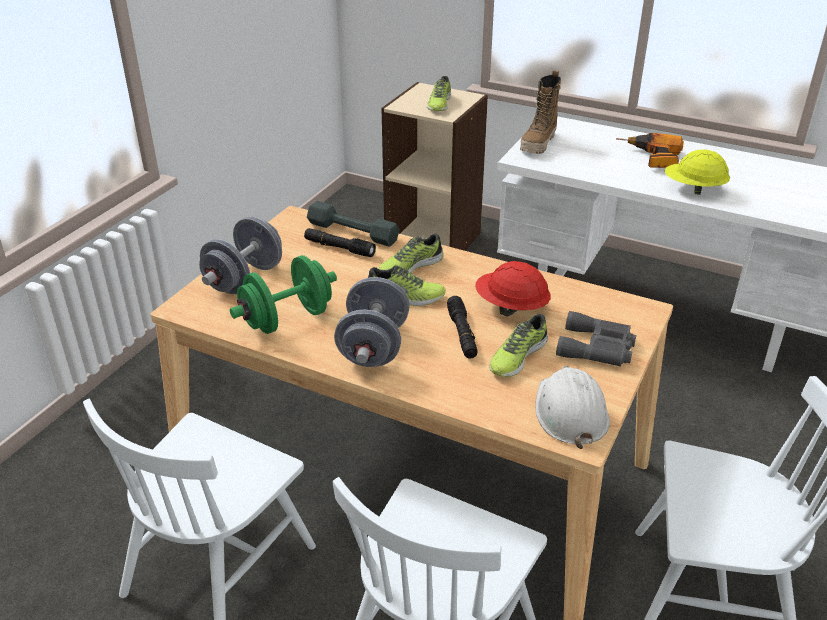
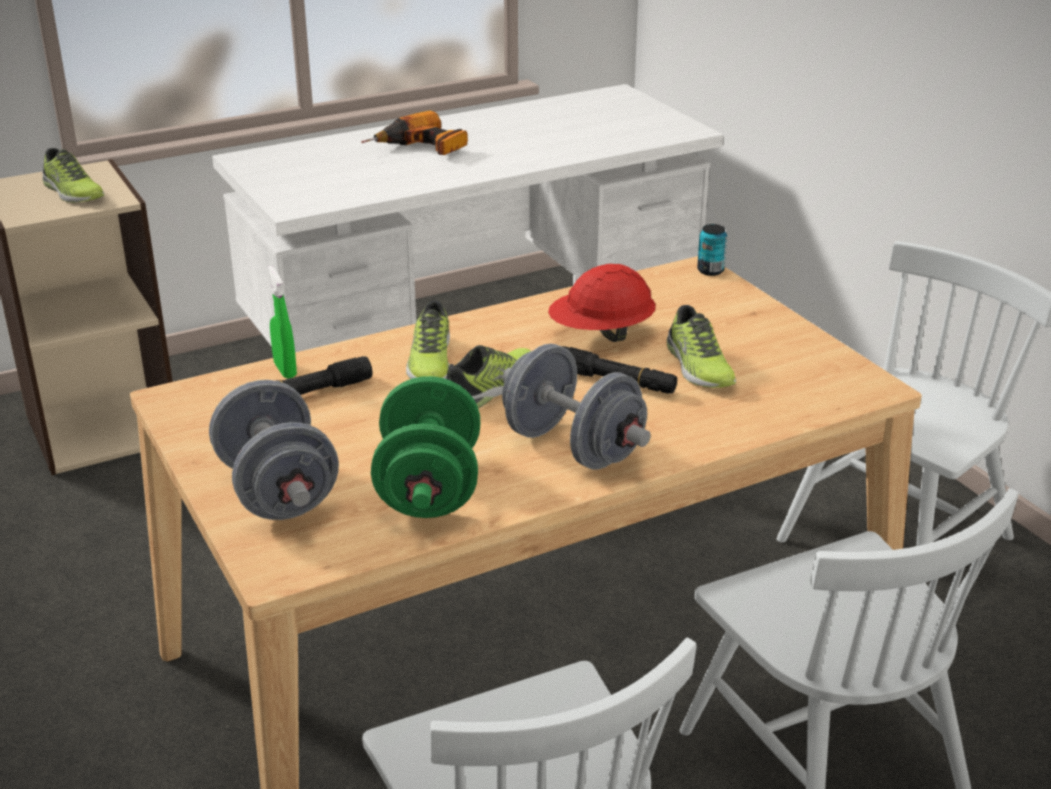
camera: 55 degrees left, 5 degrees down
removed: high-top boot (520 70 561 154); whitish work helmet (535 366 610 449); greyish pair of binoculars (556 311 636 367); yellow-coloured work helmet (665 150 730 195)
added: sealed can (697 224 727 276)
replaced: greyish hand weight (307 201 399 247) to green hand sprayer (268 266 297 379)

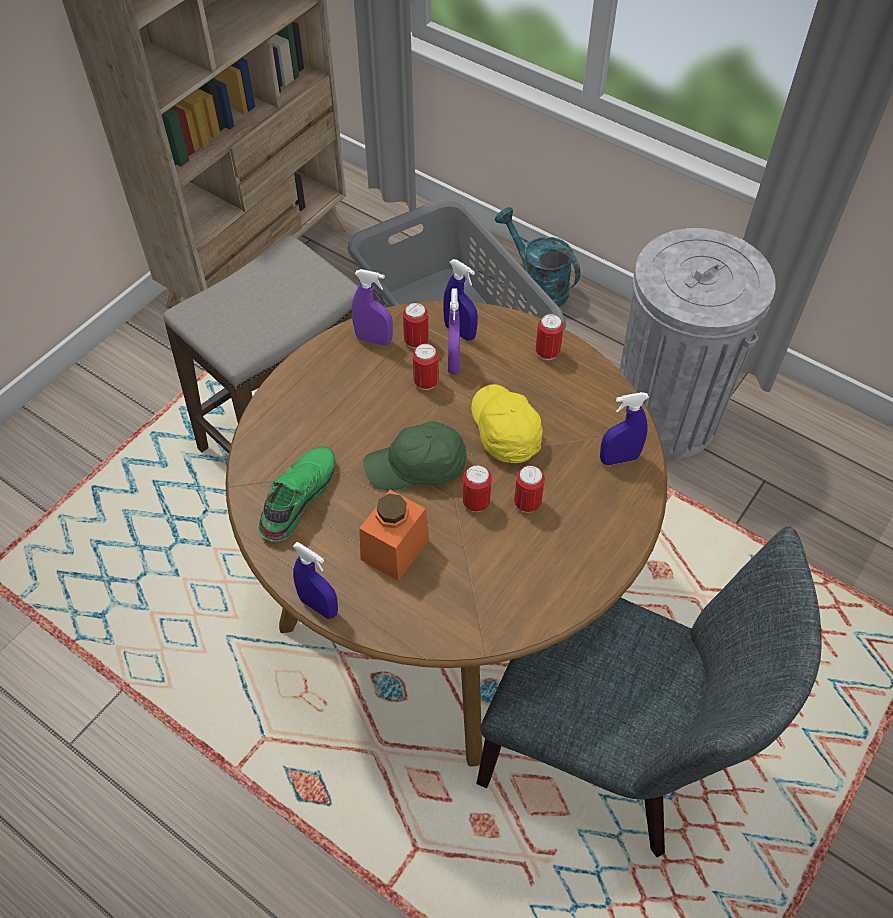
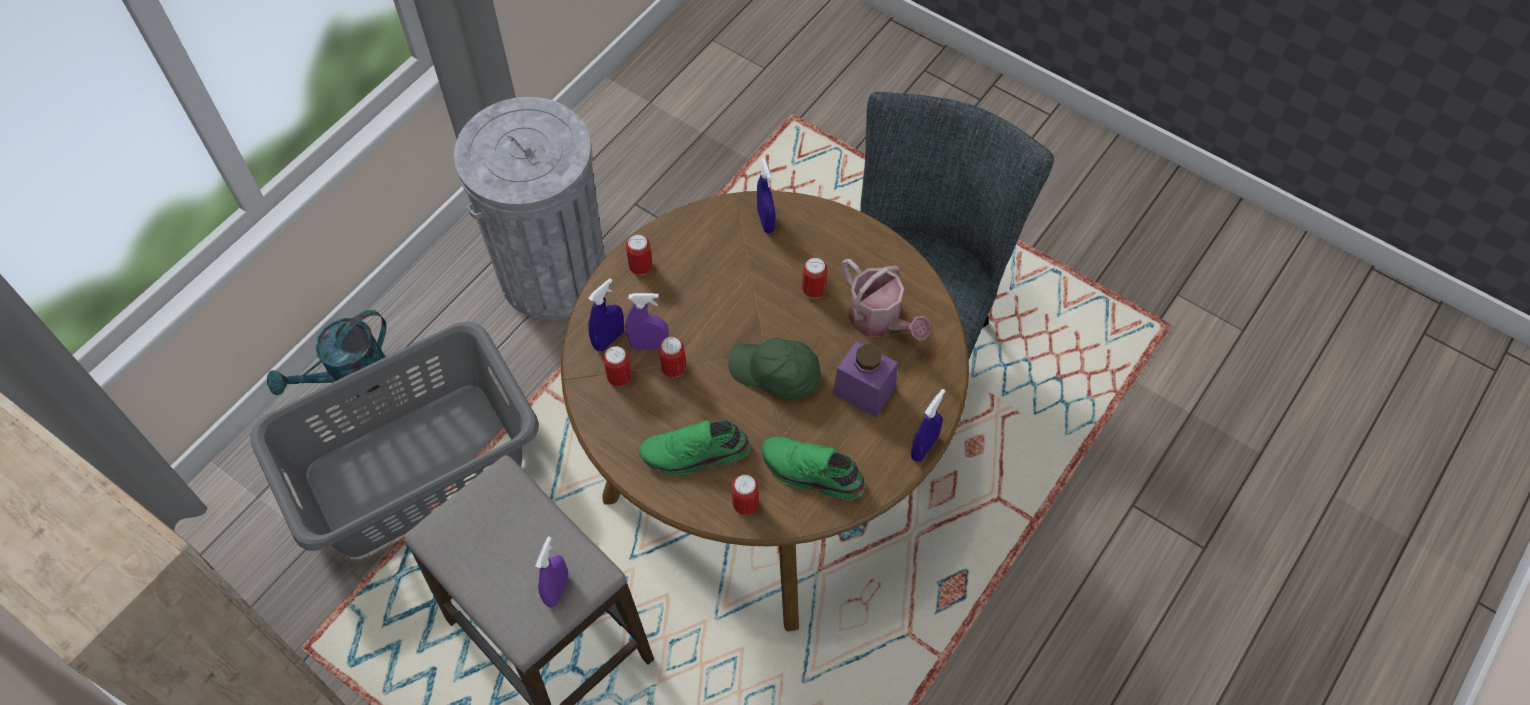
camera: 90 degrees left, 5 degrees up
removed: yellow-coloured baseball cap (471 384 543 463)
added: green shoe (639 420 751 476); sprinkling can (842 259 931 341)
moved: purple hand sprayer (352 269 393 345) to (535 537 568 608); sealed can (463 465 492 512) to (732 474 759 515)
recoloured: orange jar (359 490 429 581) to purple jar (833 341 898 417)
turned: green baseball cap (364 421 467 491) = (728 337 821 400) 120 degrees clockwise

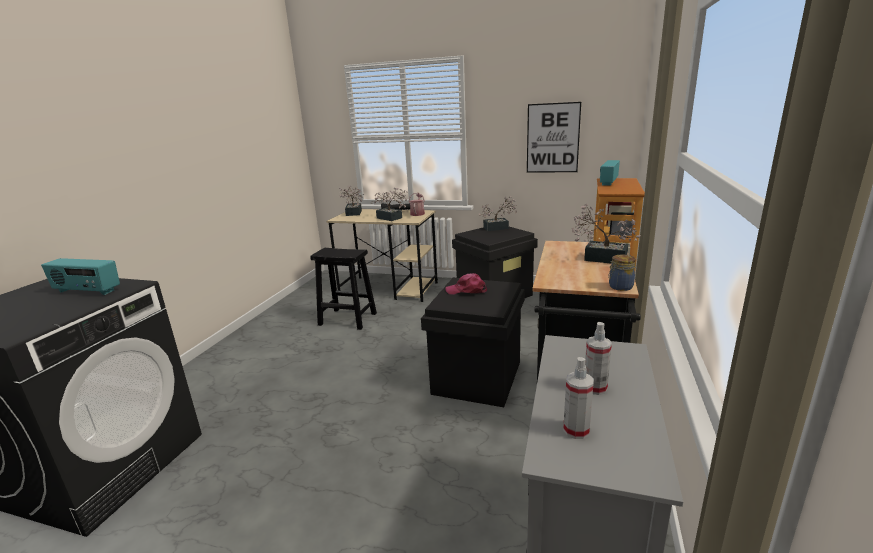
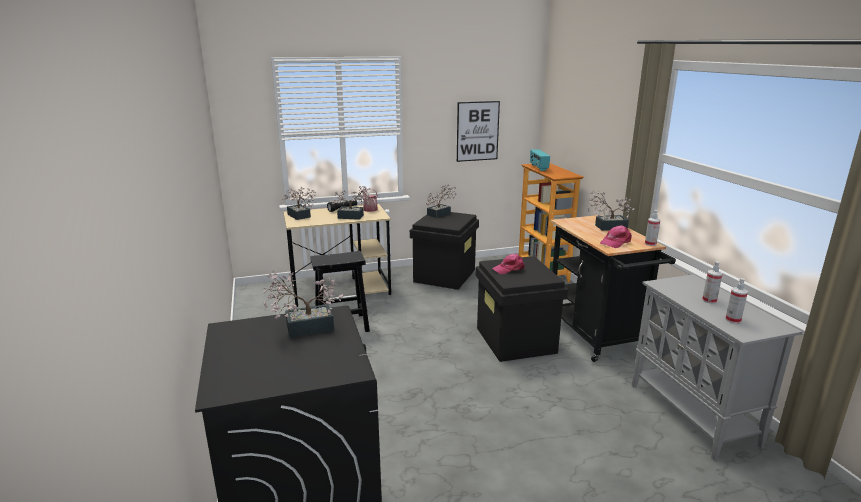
camera: 35 degrees left, 0 degrees up
added: pink baseball cap (600 225 632 248)
replaced: radio receiver (41 258 120 295) to houseplant (263 270 343 338); jar (608 255 636 291) to hand sprayer (645 210 660 246)

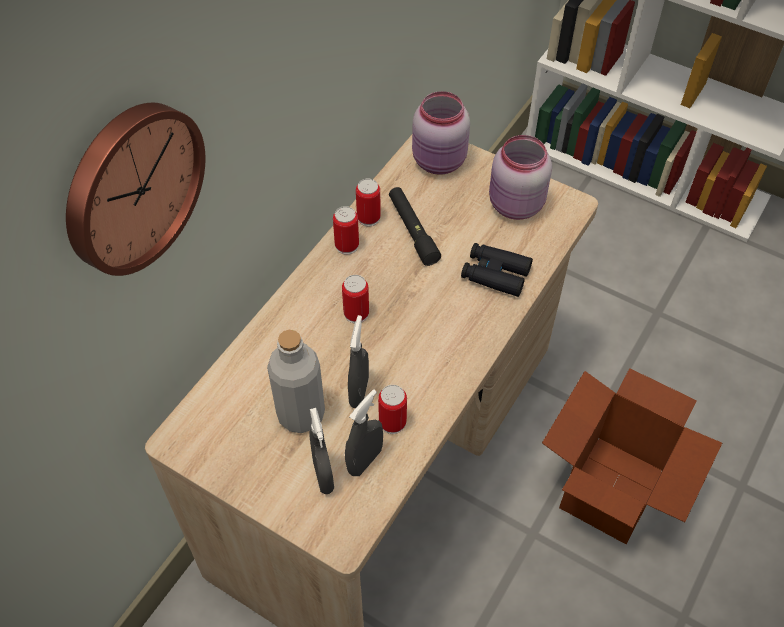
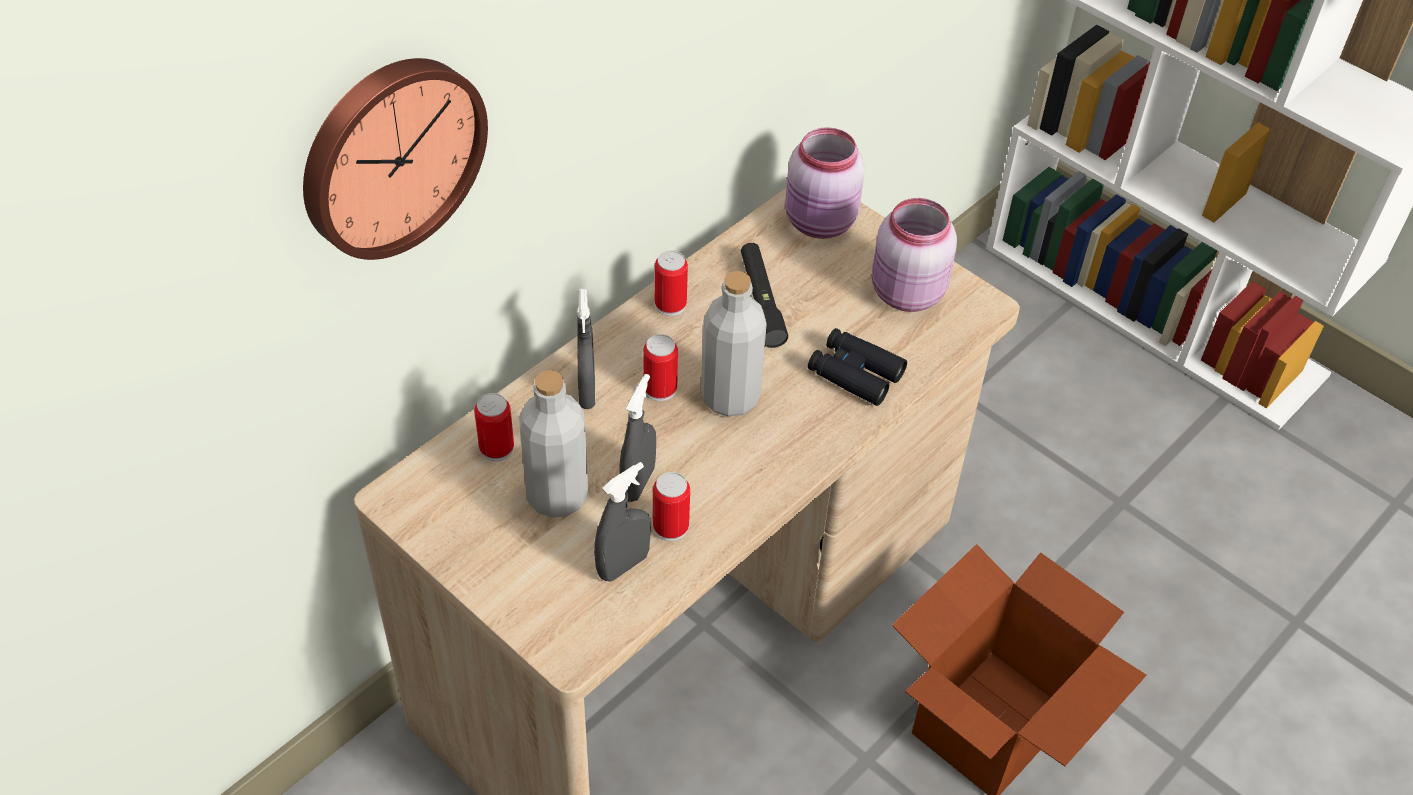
camera: 10 degrees right, 5 degrees down
added: greyish drink bottle (701 271 767 417)
moved: greyish hand sprayer (309 408 334 494) to (577 289 595 409); sealed can (356 178 381 226) to (474 393 514 461)

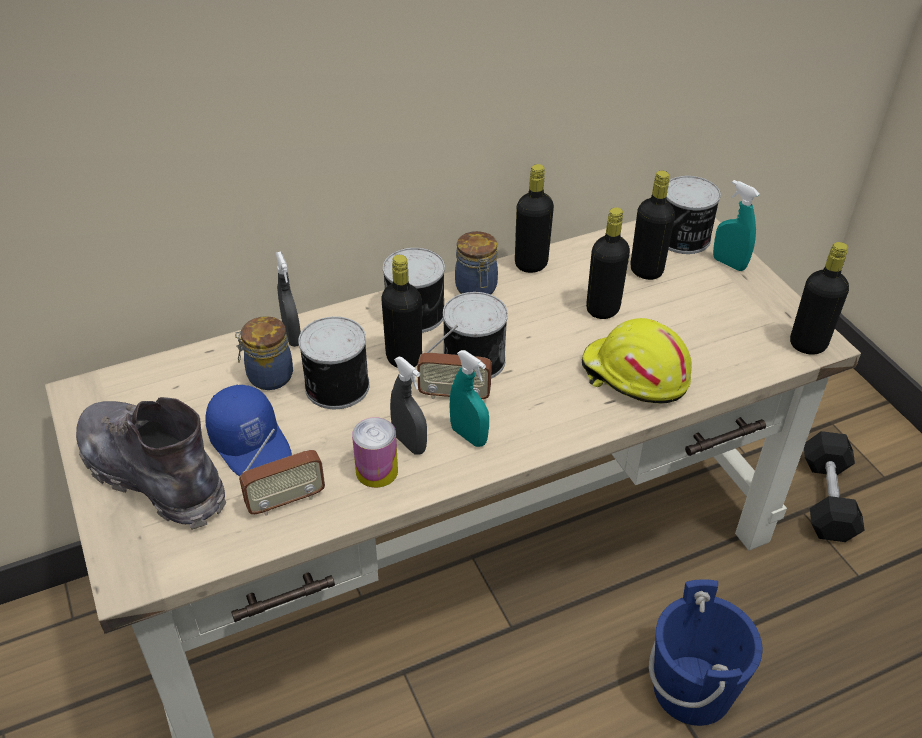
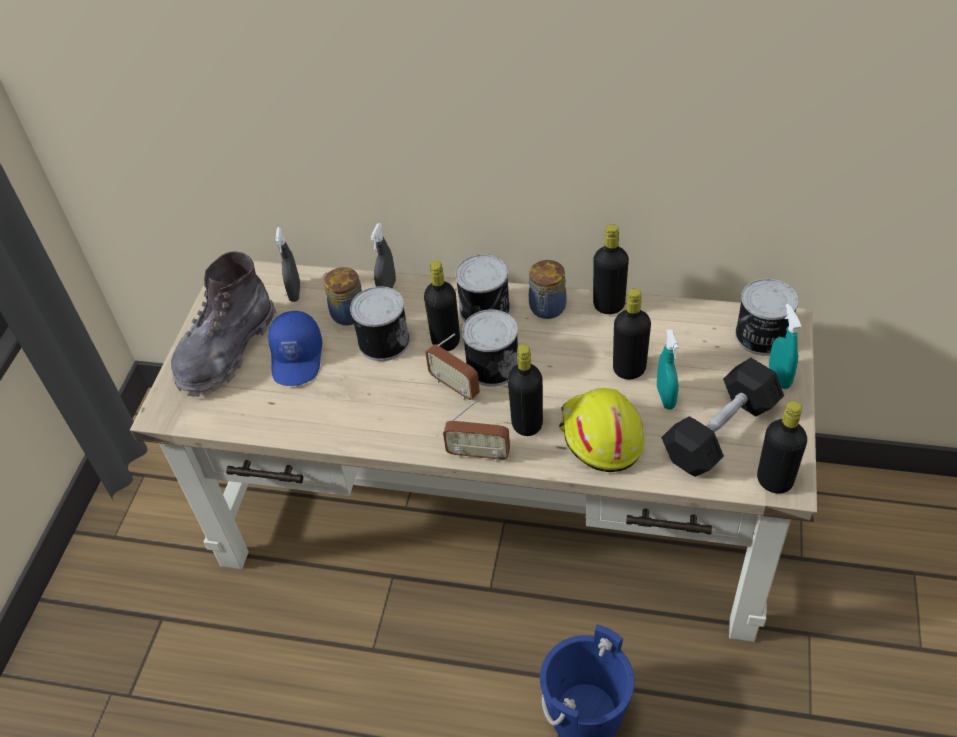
camera: 40 degrees right, 5 degrees up
removed: sealed can (352 417 398 488)
moved: radio receiver (239 429 325 515) to (443 400 510 462); greyish hand sprayer (390 357 427 455) to (276 227 300 302); blue-green hand sprayer (450 350 489 447) to (657 329 679 410); black drink bottle (631 171 675 280) to (508 344 543 436); black hand weight (804 431 865 542) to (661 358 784 477)
turned: greyish high-top boot (76 397 226 530) = (171 252 276 397) 135 degrees counterclockwise

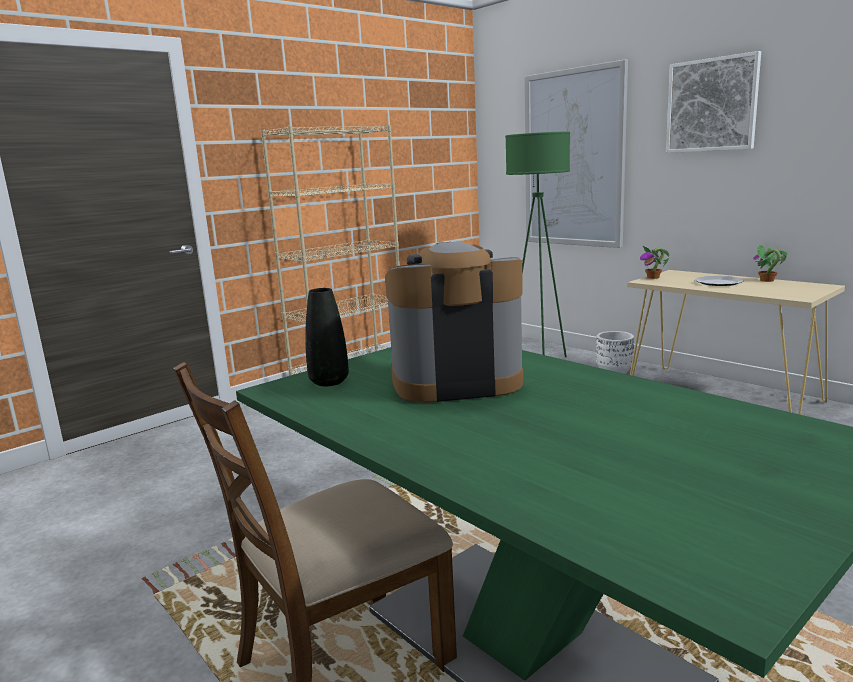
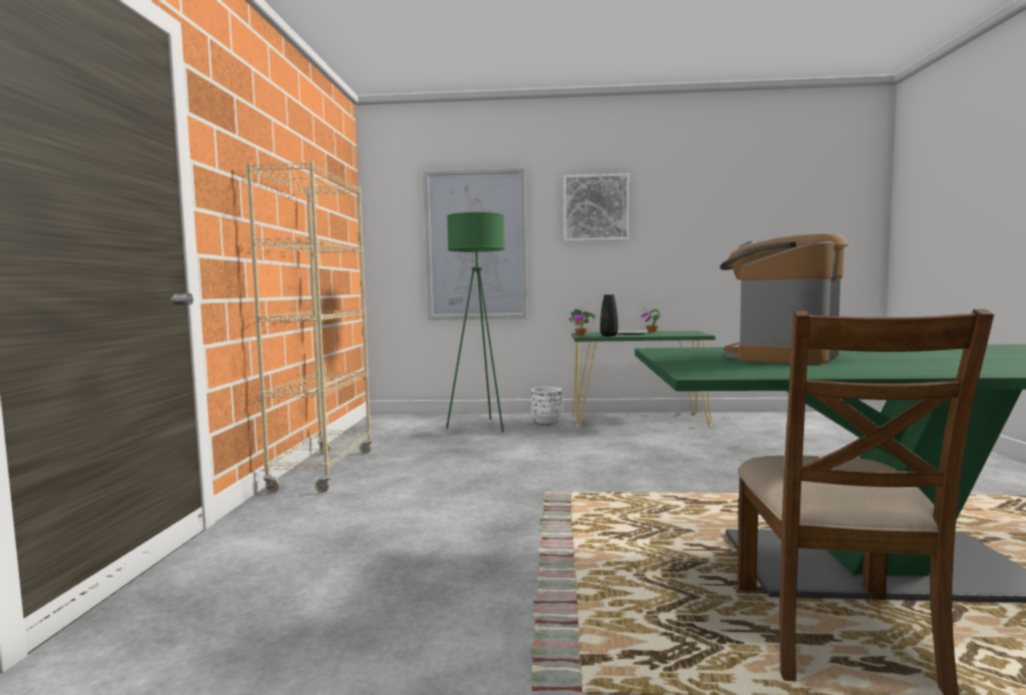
camera: 45 degrees left, 10 degrees down
moved: black vase (305 288 349 386) to (600 295 618 336)
recoloured: beige console table (627 270 845 415) to green console table (572 331 715 427)

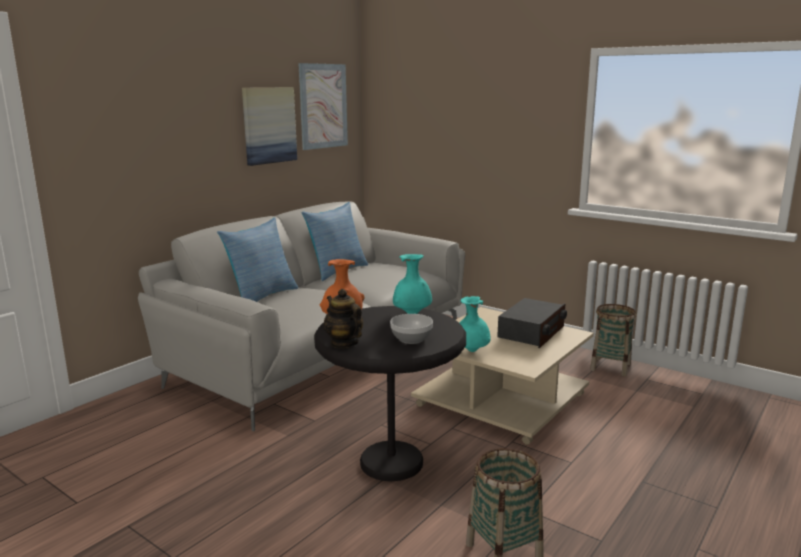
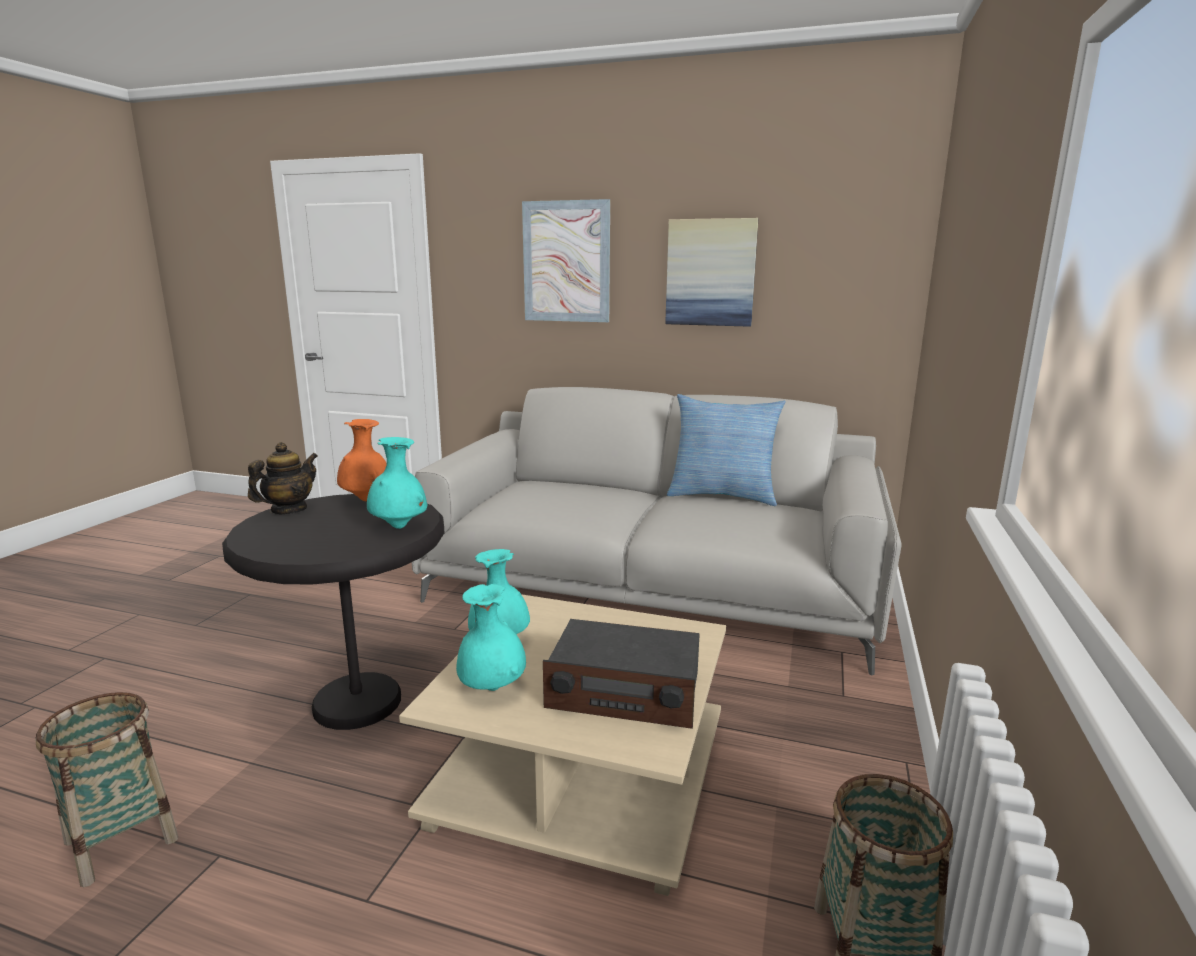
camera: 70 degrees right, 0 degrees up
removed: cushion (217 217 298 302); serving bowl (390 314 433 344)
added: blue-green vase (456 584 526 691)
moved: picture (298 63 348 150) to (522 199 610 322)

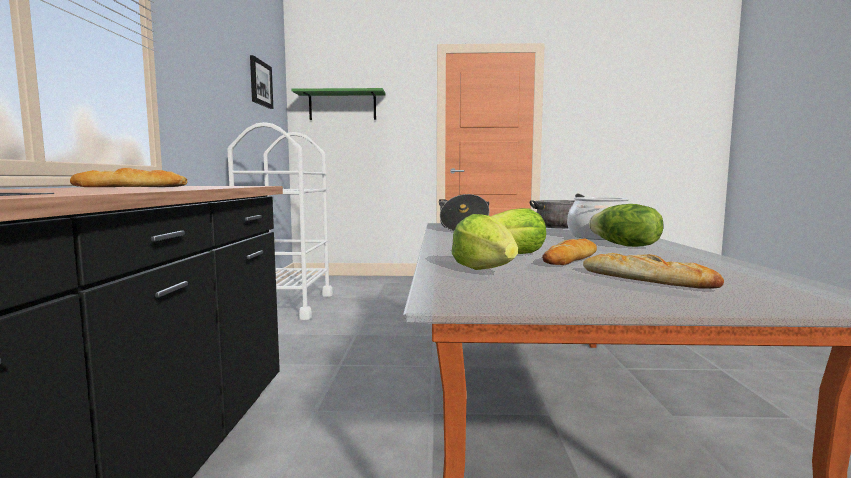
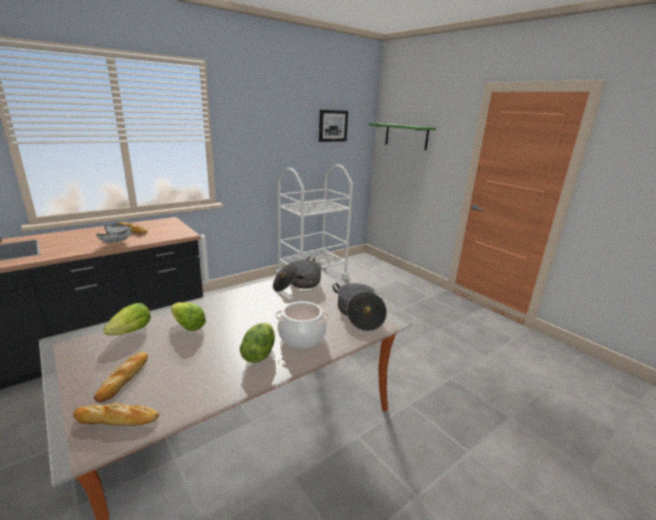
camera: 50 degrees right, 15 degrees up
added: whitish serving bowl (96 224 132 243)
moved: baked bread (542 238 597 265) to (73 403 159 426)

